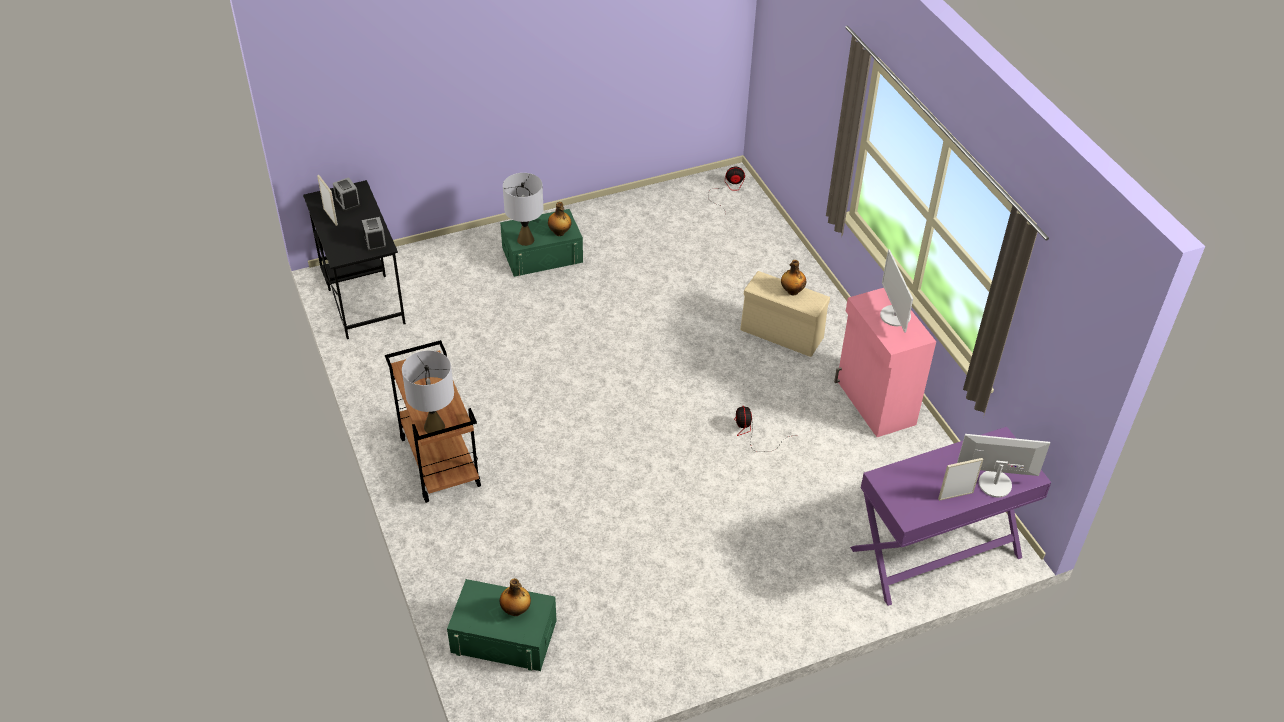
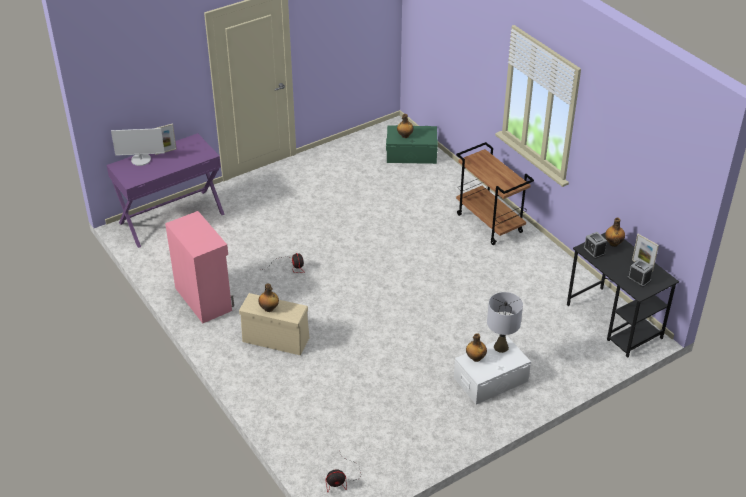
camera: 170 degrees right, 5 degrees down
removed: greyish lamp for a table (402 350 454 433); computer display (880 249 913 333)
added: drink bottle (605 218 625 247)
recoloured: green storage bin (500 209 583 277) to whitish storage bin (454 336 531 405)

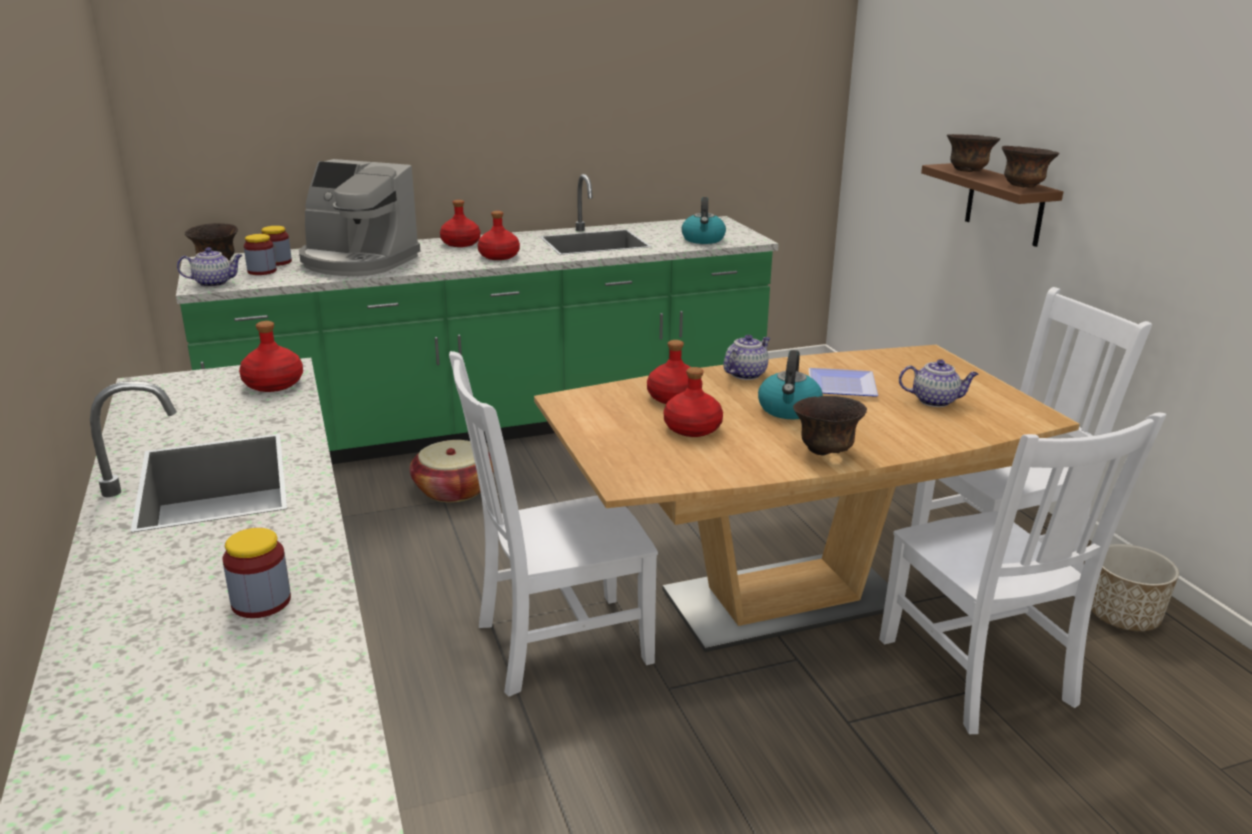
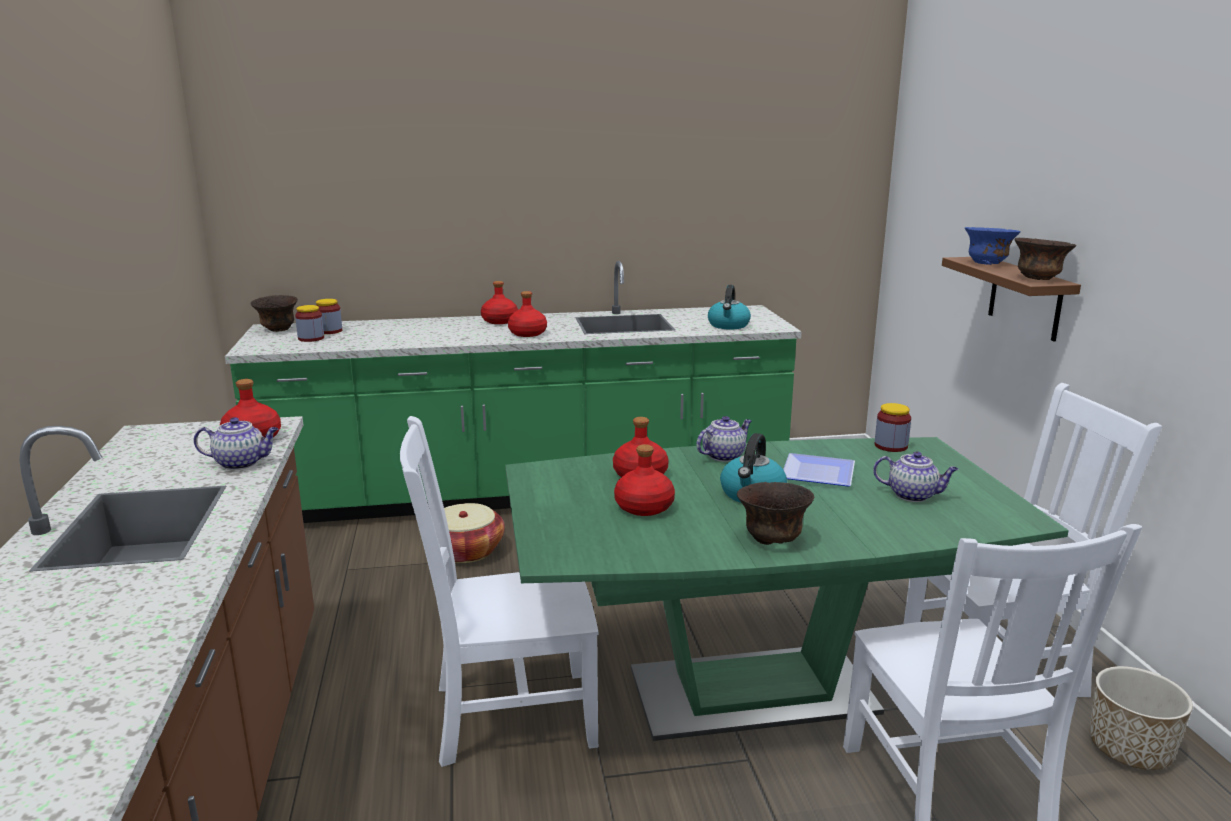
camera: 10 degrees right, 5 degrees down
removed: coffee machine (299 159 420 276)
moved: teapot (177 247 243 287) to (194 417 278 470); jar (222 528 291 618) to (875 403 911 452)
recoloured: brown kitchen table (534 345 1080 652) to green kitchen table (505 437 1069 741); brown serving bowl (947 134 1000 172) to blue serving bowl (965 227 1020 265)

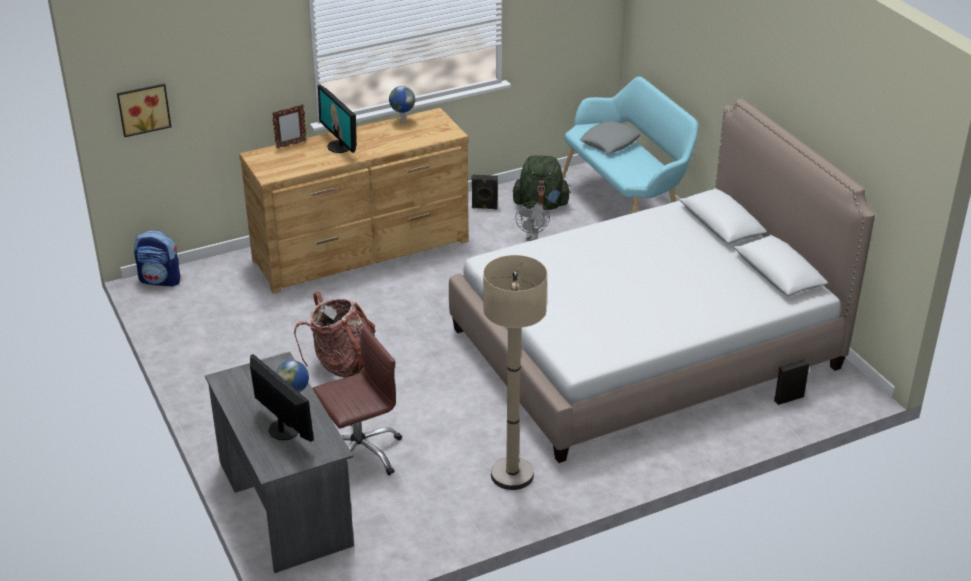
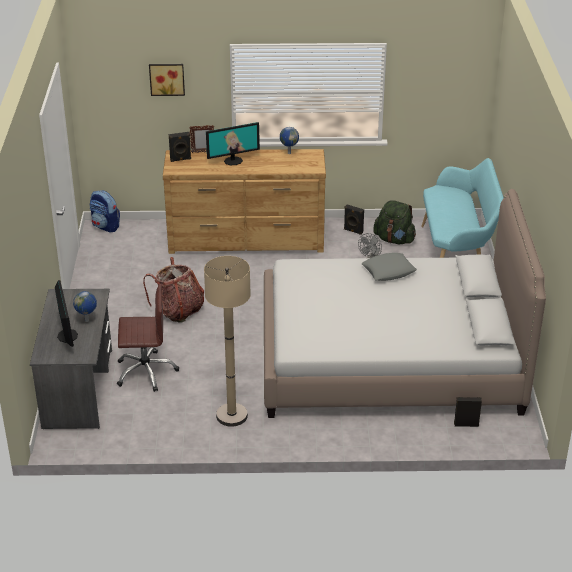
camera: 25 degrees right, 0 degrees up
added: black audio speaker (169 132 191 162)
moved: picture (117 83 171 137) to (149 64 185 96); greyish cushion (580 121 641 153) to (362 253 417 281)
turned: computer display (318 85 357 153) = (206 122 260 165) 105 degrees counterclockwise

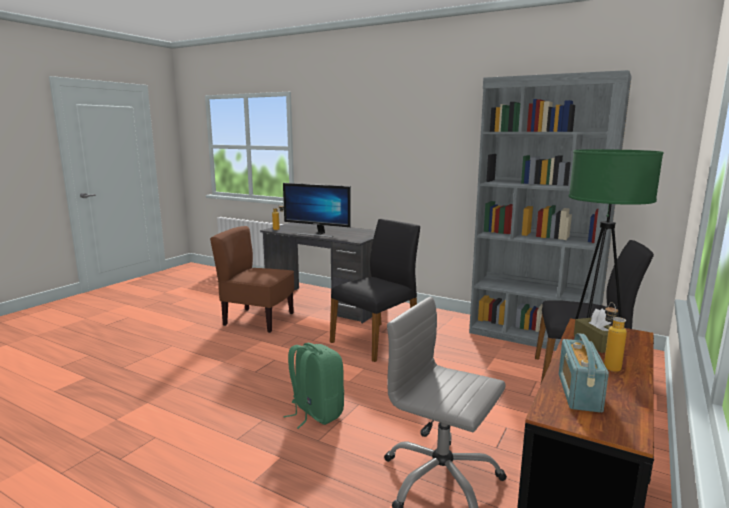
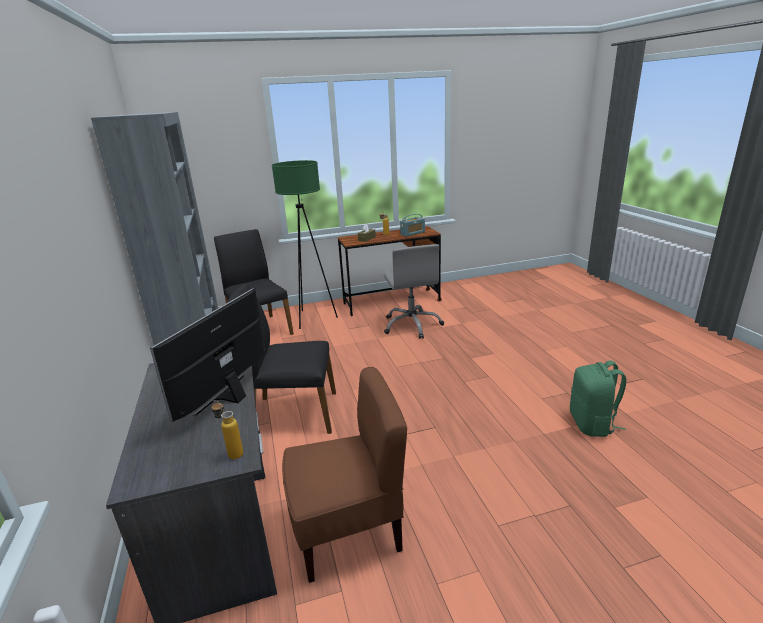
camera: 135 degrees left, 10 degrees up
moved: green knapsack (283 343 344 429) to (570 361 626 437)
turned: brown chair (210 226 294 333) = (282 367 407 583) 75 degrees counterclockwise; computer display (283 183 351 237) = (150 288 265 422) 135 degrees counterclockwise

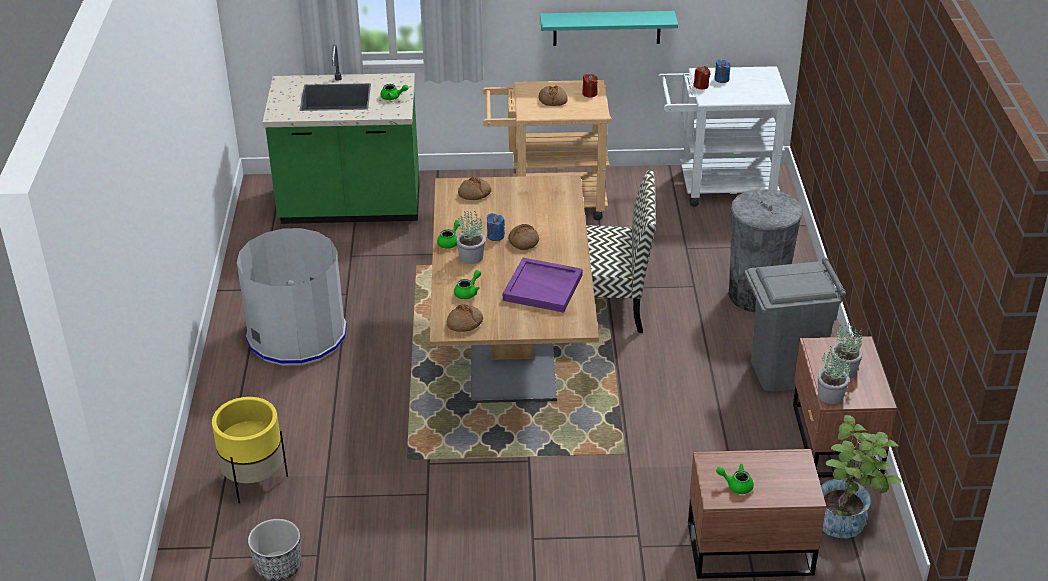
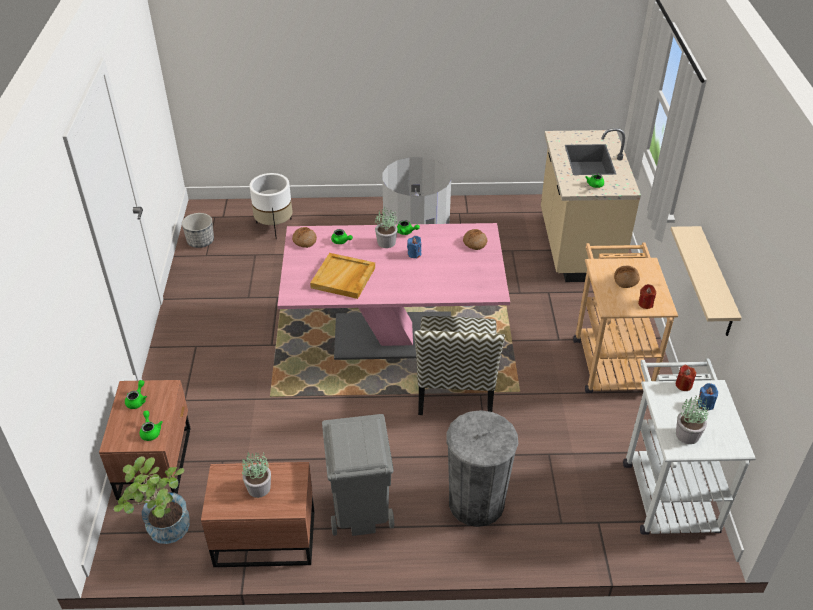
camera: 90 degrees right, 5 degrees up
removed: baked bread (508 224 539 250)
added: green teapot (140 411 162 441)
moved: houseplant (818 346 850 404) to (676 395 709 444)
recoloured: yellow-coloured flower pot (212 397 288 504) to whitish flower pot (250 173 292 239); green counter (263 45 420 224) to beige counter (541 128 641 282); brown kitchen table (430 175 599 403) to pink kitchen table (277 223 510 360); purple tray (503 258 583 313) to beige tray (310 253 375 299); blue-green wall shelf (540 11 678 46) to beige wall shelf (671 226 742 336)

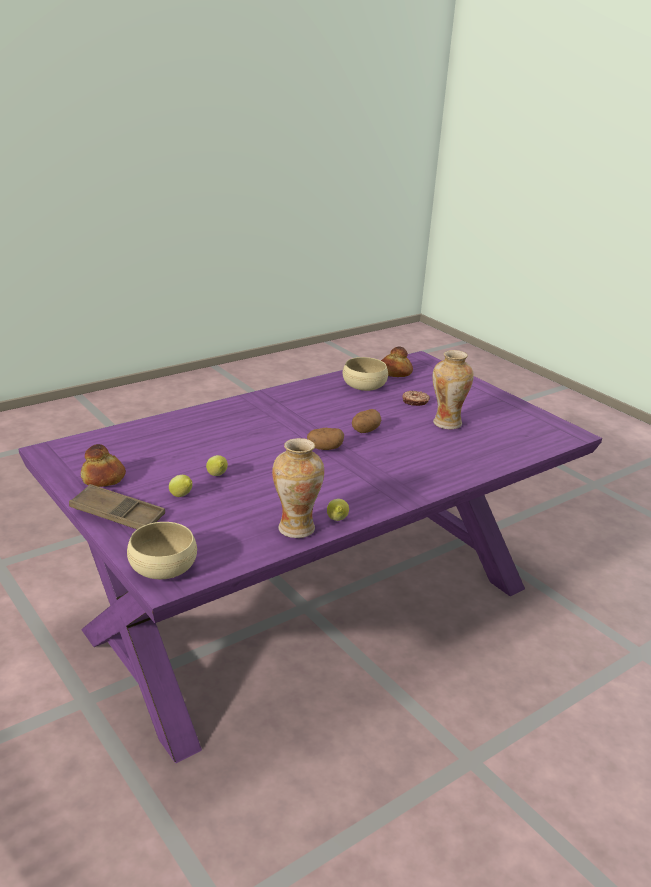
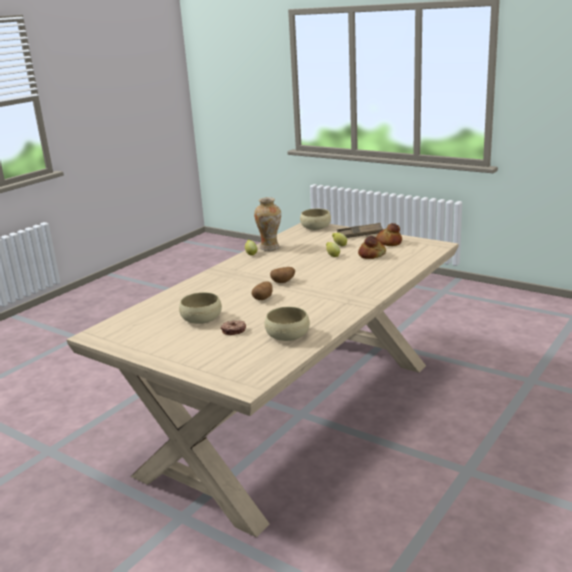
camera: 165 degrees right, 5 degrees down
moved: baked bread (381 346 413 377) to (358 236 386 259)
replaced: vase (433 350 474 429) to beige serving bowl (179 292 222 324)
recoloured: purple kitchen table (19 351 602 763) to beige kitchen table (67 223 458 537)

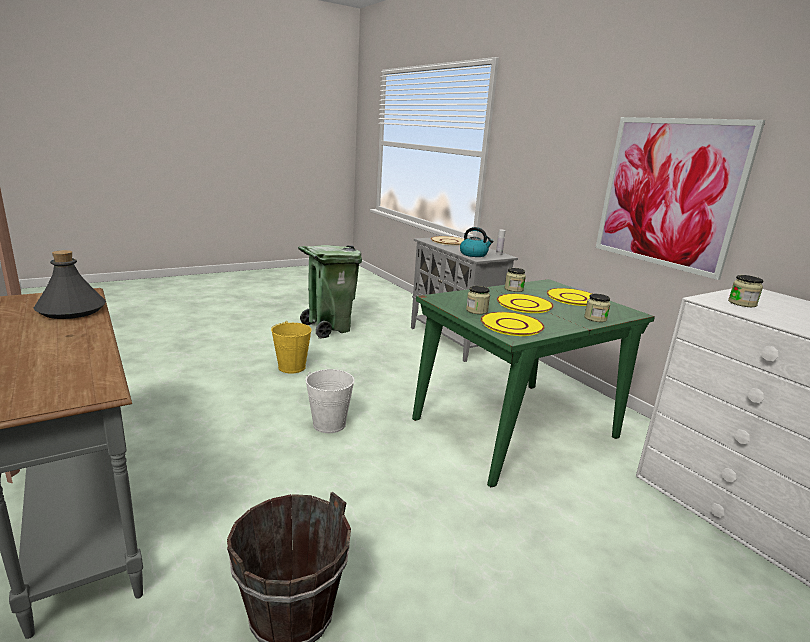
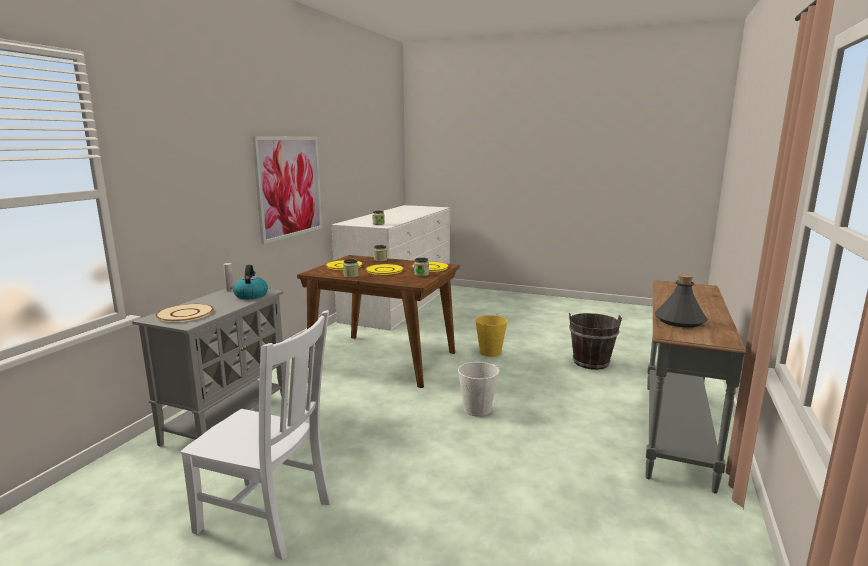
camera: 125 degrees left, 5 degrees down
moved: yellow-coloured pail (271 321 312 373) to (475 314 508 357)
replaced: green trash can (298 245 362 339) to whitish chair (180 310 331 560)
recoloured: green kitchen table (412 279 655 487) to brown kitchen table (297 255 460 388)

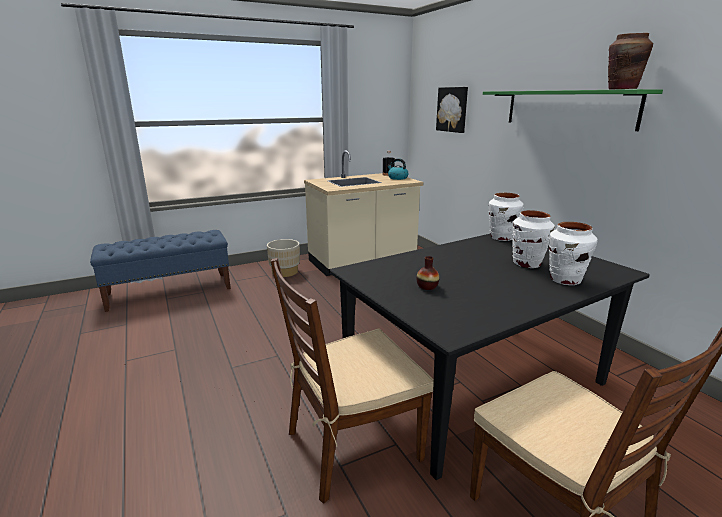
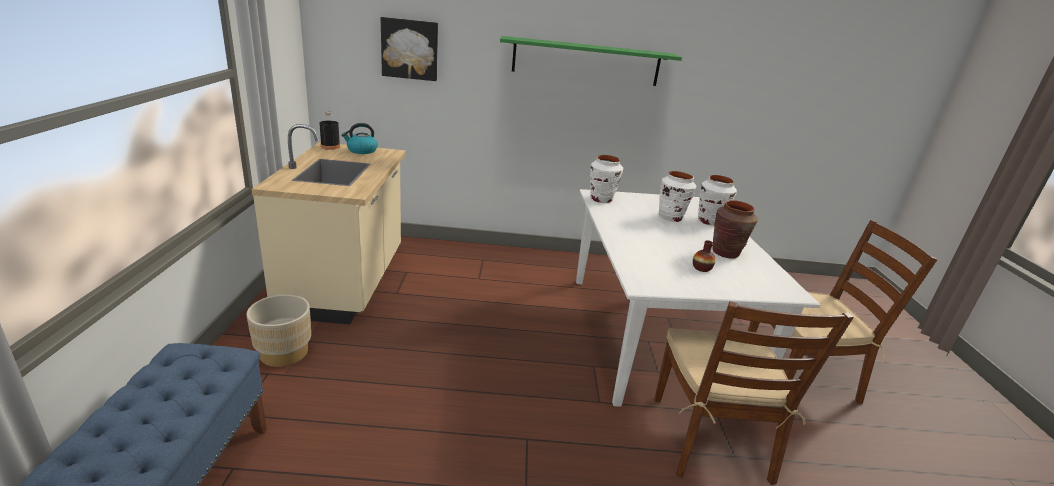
camera: 65 degrees left, 5 degrees up
moved: brown vase (608 33 653 89) to (712 200 758 258)
recoloured: black kitchen table (329 234 650 480) to whitish kitchen table (576 189 820 406)

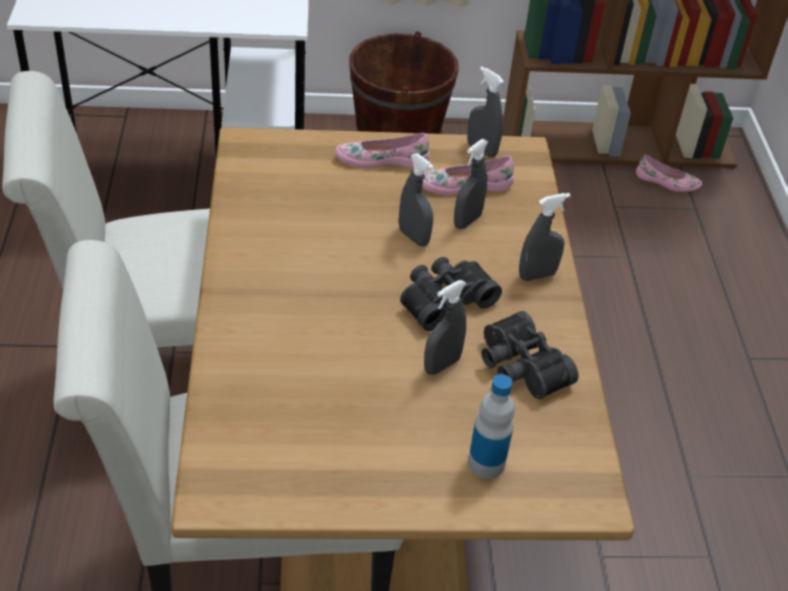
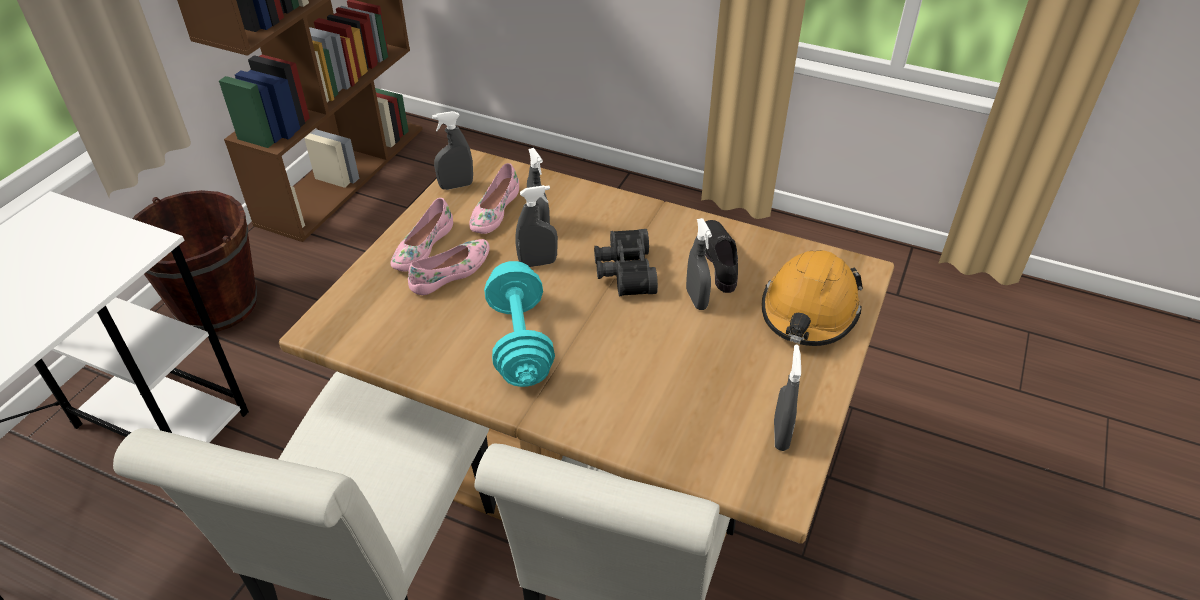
camera: 60 degrees left, 0 degrees up
added: blue-green hand weight (484 261 555 387)
moved: greyish hand sprayer (519 193 571 281) to (774 345 801 451); pink shoe (636 155 702 192) to (408 239 490 295)
replaced: drink bottle (468 374 515 479) to orange work helmet (762 250 863 346); black pair of binoculars (481 311 578 399) to black shoe (705 220 738 293)

